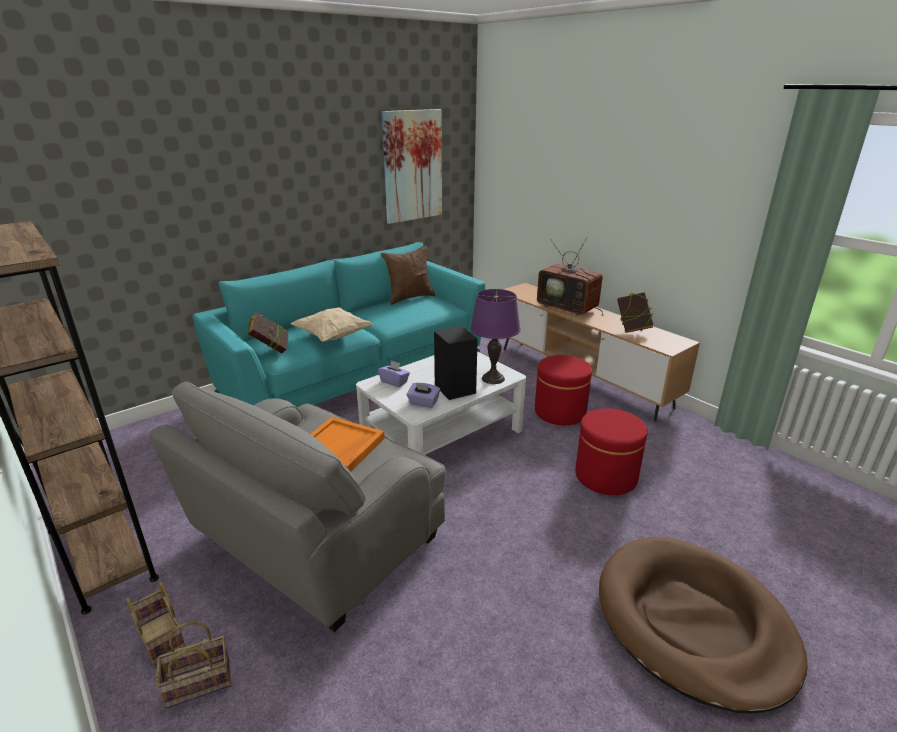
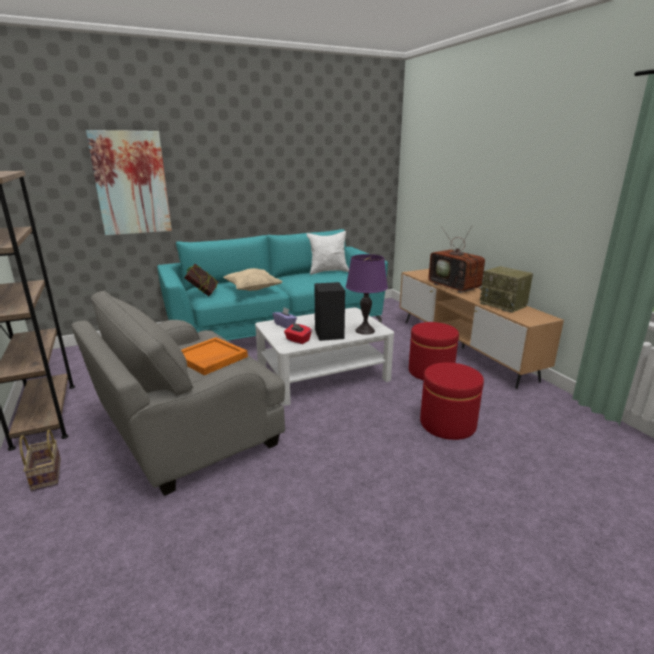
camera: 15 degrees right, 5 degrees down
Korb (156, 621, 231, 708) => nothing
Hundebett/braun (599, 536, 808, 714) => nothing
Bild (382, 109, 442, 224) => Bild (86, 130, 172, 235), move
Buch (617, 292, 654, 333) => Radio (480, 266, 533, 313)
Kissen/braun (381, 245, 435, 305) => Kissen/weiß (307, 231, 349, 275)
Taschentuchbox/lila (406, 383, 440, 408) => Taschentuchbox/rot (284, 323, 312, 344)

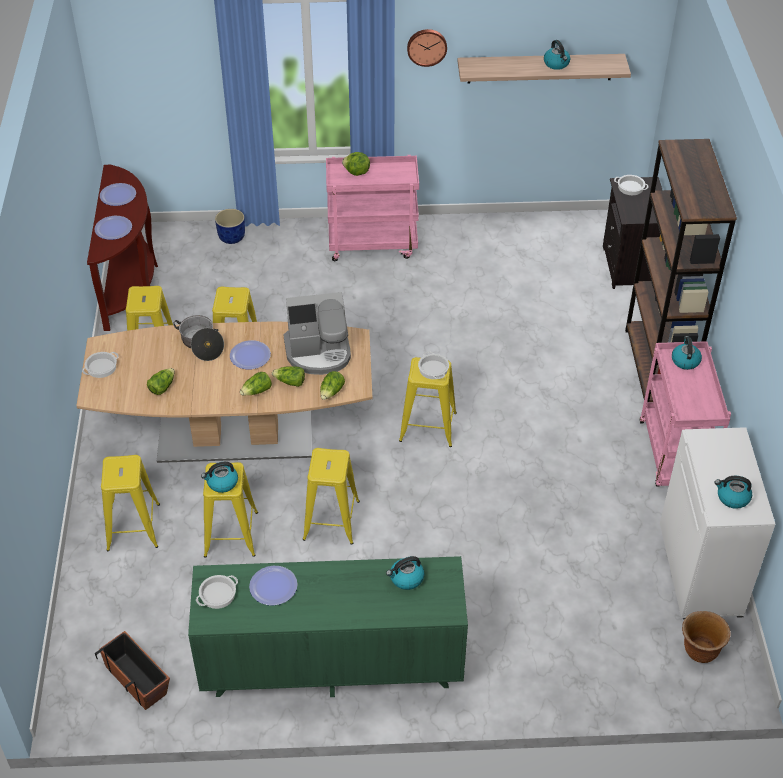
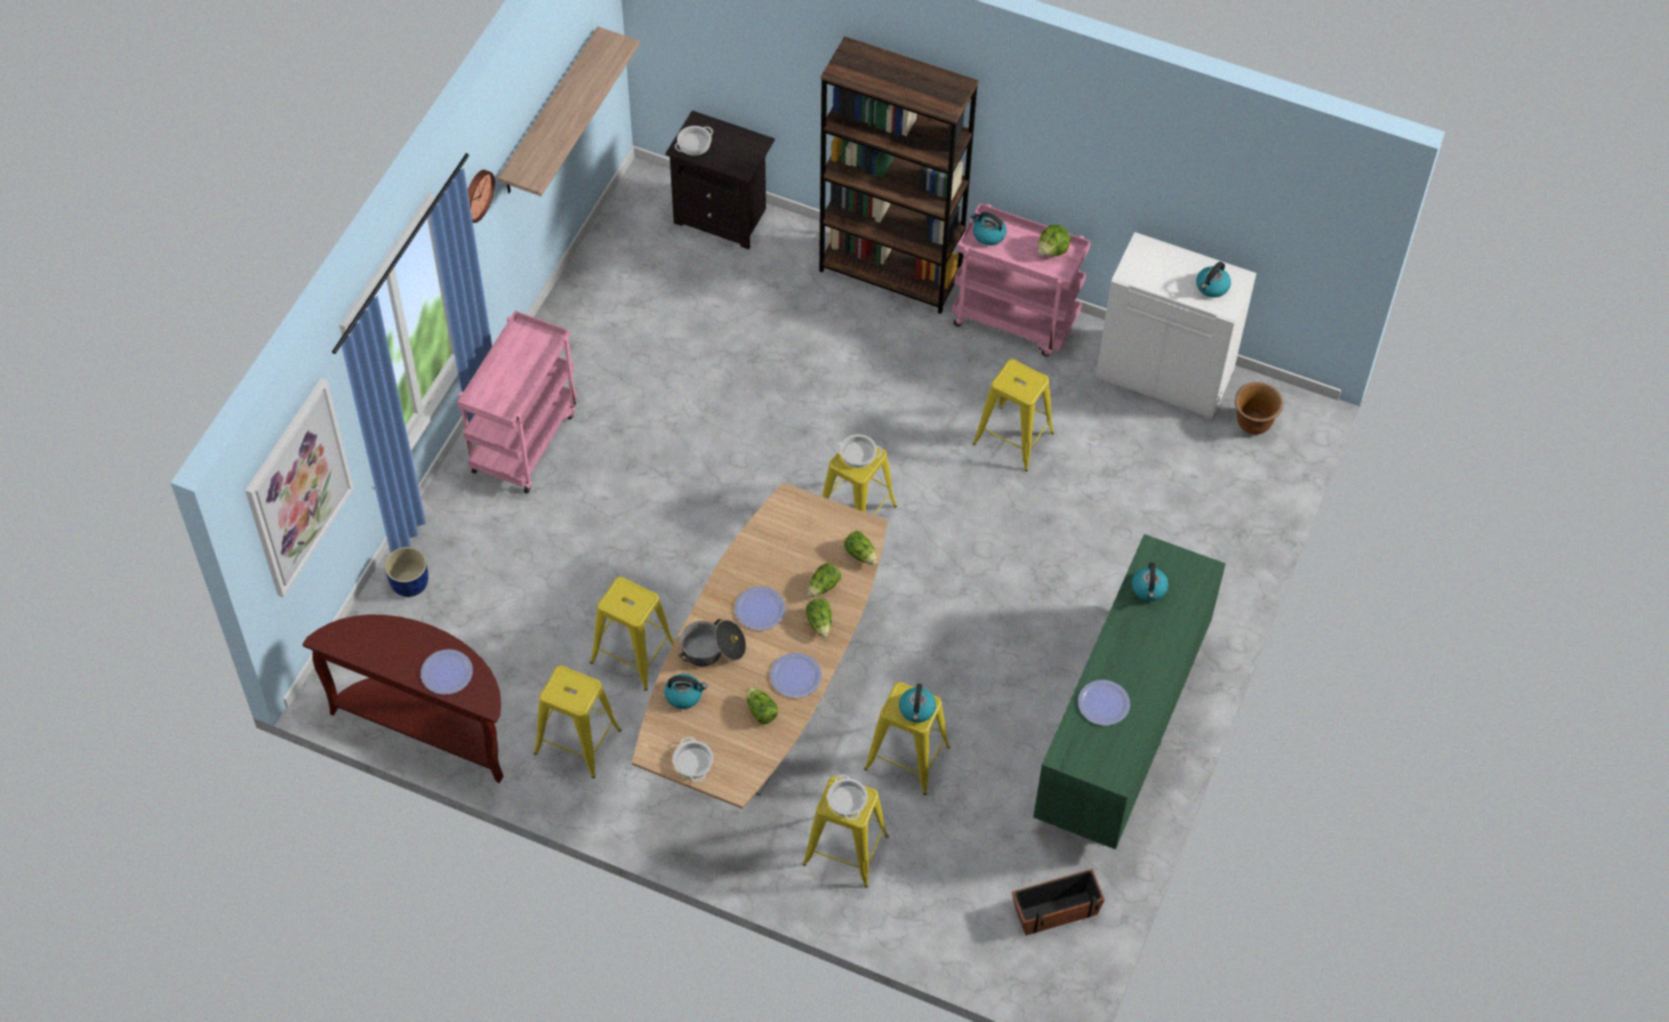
camera: 65 degrees left, 10 degrees up
Kaffeemaschine (284, 292, 351, 375) => nothing
nothing => Bild (245, 378, 354, 597)
Teller (100, 183, 136, 206) => Teller (770, 653, 822, 698), move
Kochtopf (196, 575, 238, 609) => Kochtopf (827, 774, 868, 820), move
Hocker/gelb (303, 448, 360, 545) => Hocker/gelb (973, 359, 1054, 471), move
Salatkopf (342, 152, 370, 176) => Salatkopf (1038, 225, 1071, 257), move
Wasserkessel (544, 40, 570, 70) => Wasserkessel (664, 674, 707, 709), move

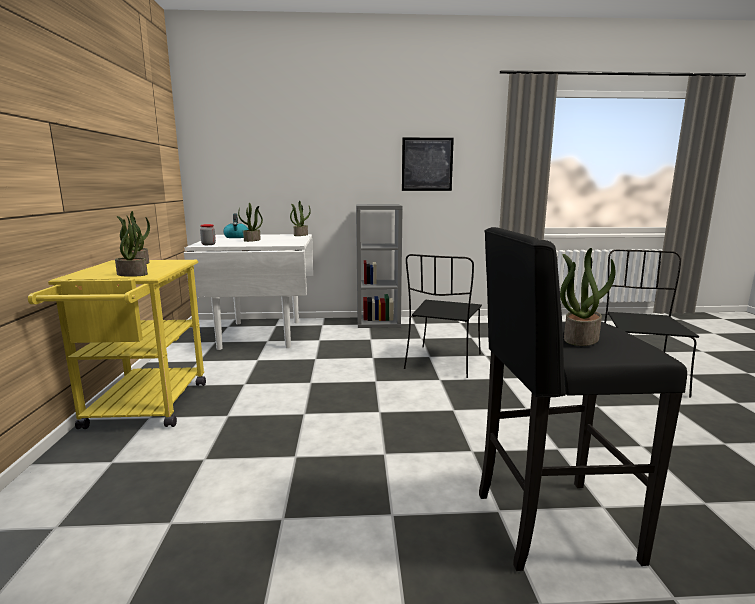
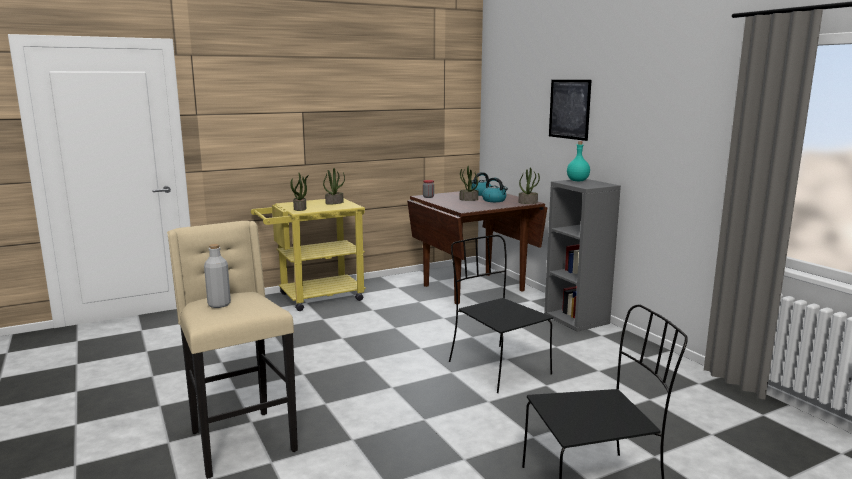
camera: 65 degrees right, 0 degrees up
nothing => Wasserkessel (482, 178, 508, 202)
nothing => Flasche/türkis (567, 141, 590, 181)
Bild (402, 138, 454, 191) => Bild (549, 80, 591, 141), move
Topfpflanze (560, 248, 615, 346) => Flasche/grau (204, 244, 231, 308)
Esstisch/weiß (184, 234, 313, 350) => Esstisch/braun (407, 191, 548, 304)
Hocker/schwarz (479, 227, 687, 571) => Hocker/beige (167, 221, 298, 479)
Stuhl/schwarz (404, 254, 482, 378) => Stuhl/schwarz (449, 235, 553, 393), 60 degrees clockwise

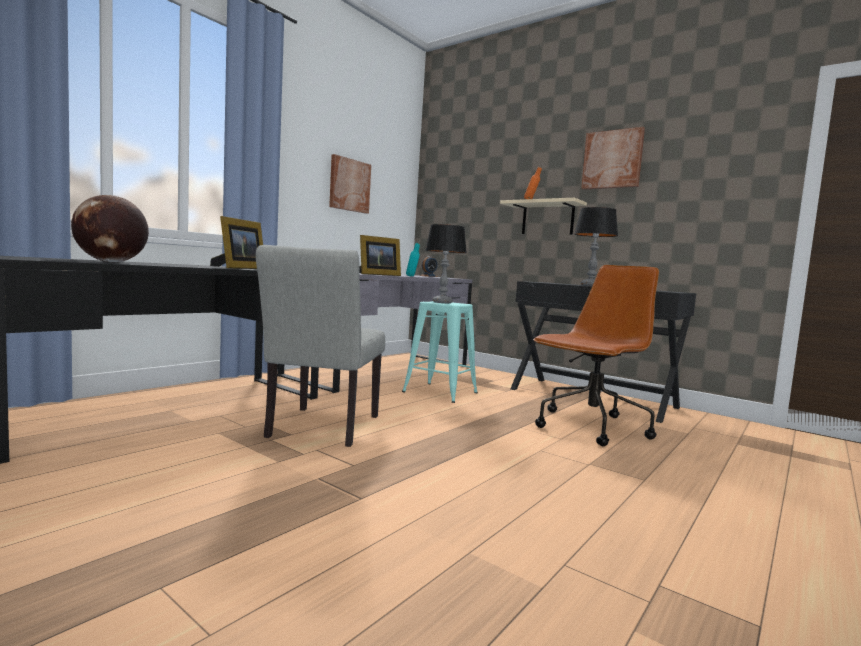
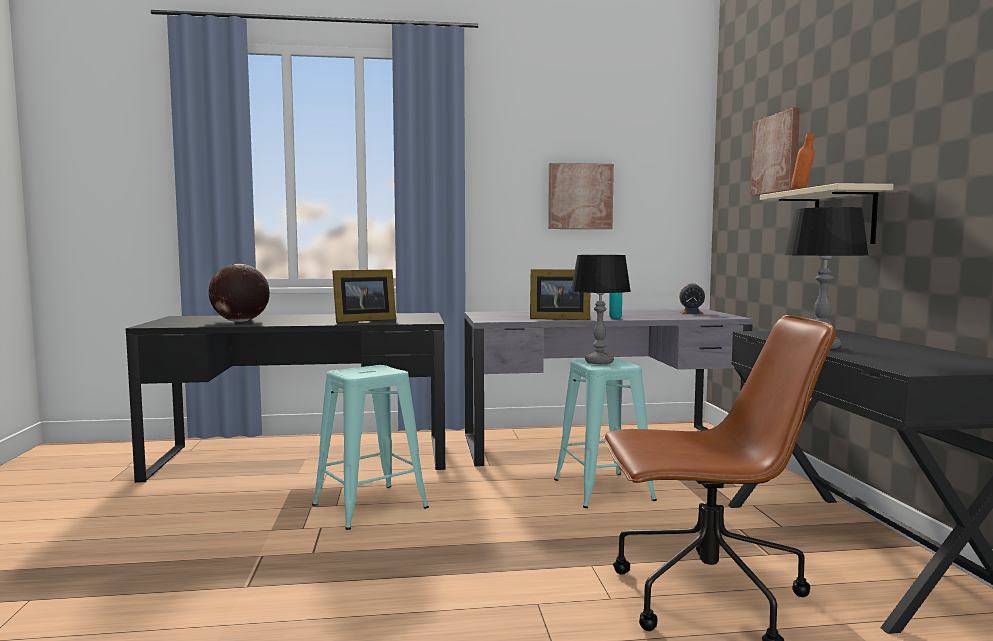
camera: 45 degrees right, 0 degrees up
Bild (581, 127, 645, 189) => Bild (750, 107, 800, 196), move
Stuhl/grau (256, 245, 385, 447) => Hocker/türkis (312, 365, 429, 530)

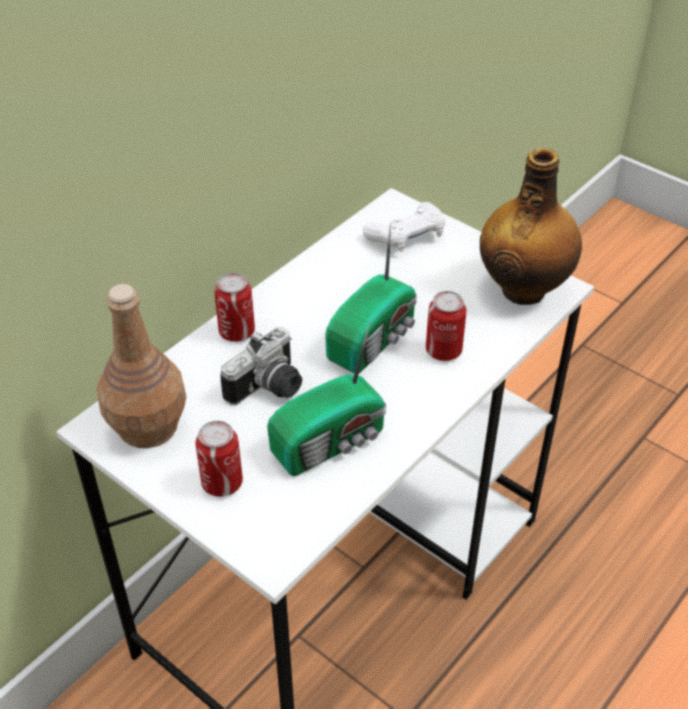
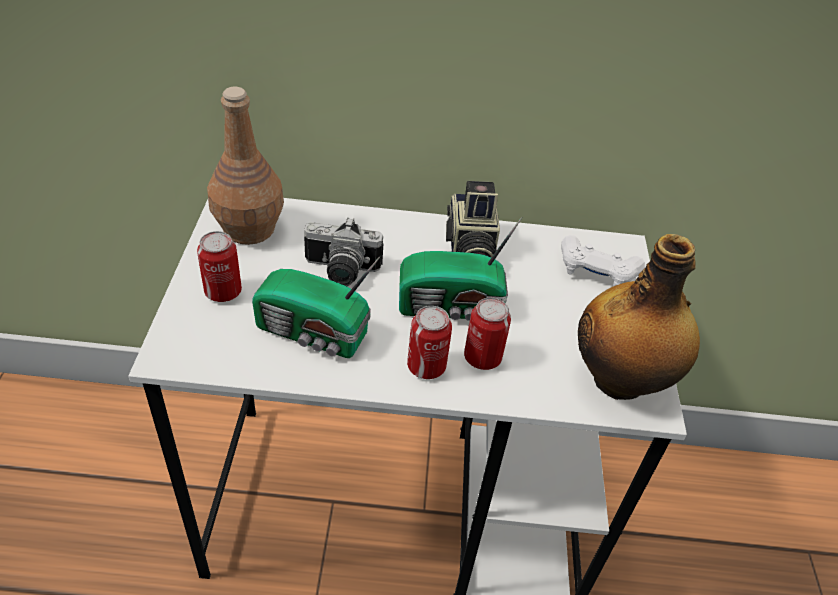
camera: 50 degrees right, 0 degrees up
nothing => Kamera (446, 181, 500, 258)
Dose (214, 273, 255, 342) => Dose (407, 306, 452, 379), move

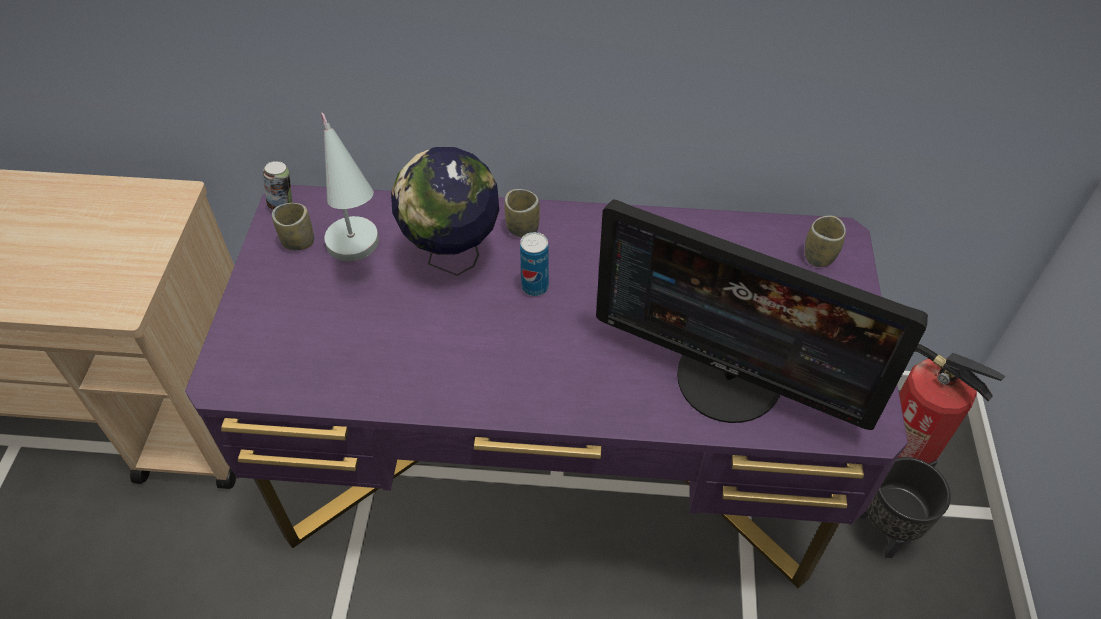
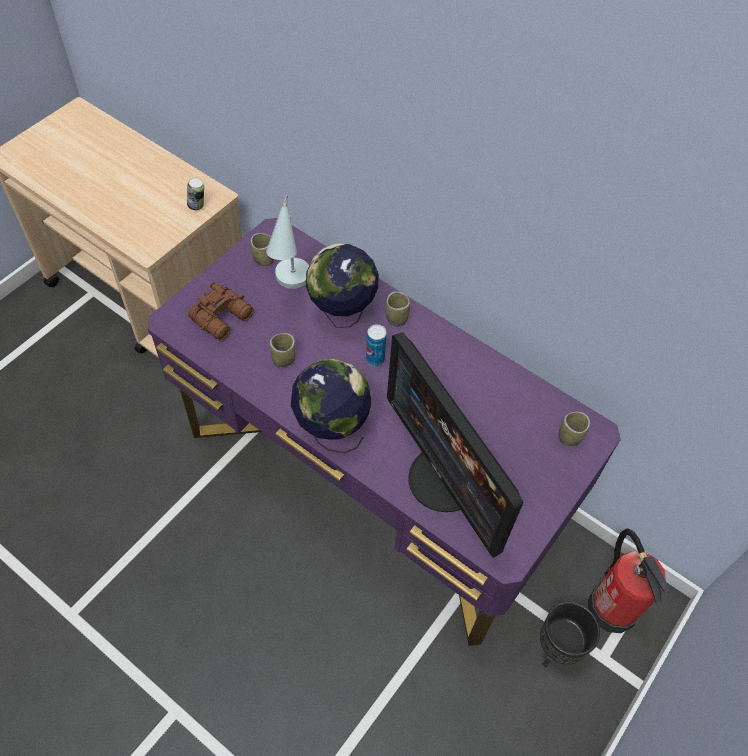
camera: 30 degrees right, 5 degrees up
nothing => Fernglas/braun (188, 282, 254, 341)
nothing => Tasse (269, 333, 296, 367)
nothing => Globus (291, 359, 371, 454)
Dose (263, 161, 292, 210) => Dose (187, 178, 204, 210), move

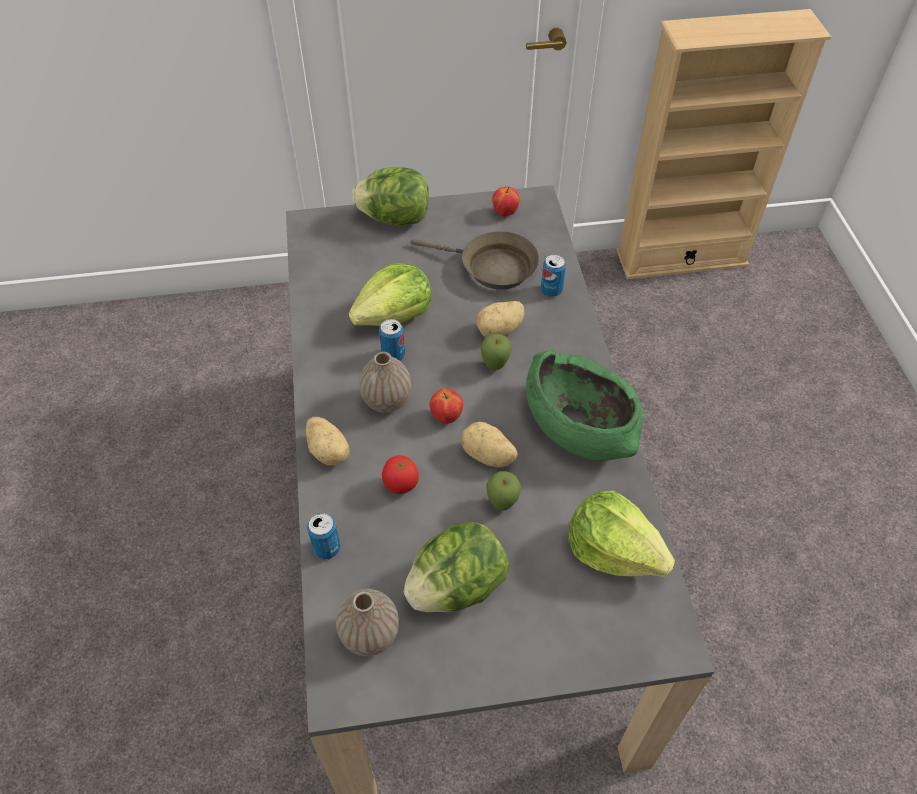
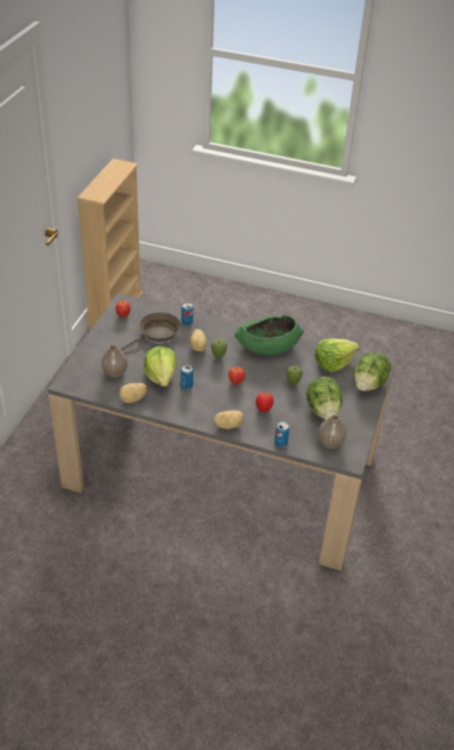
camera: 65 degrees left, 10 degrees down
Salatkopf (352, 167, 429, 226) => Salatkopf (354, 352, 391, 391), move
Vase (359, 352, 411, 413) => Vase (101, 345, 128, 378), move
Kartoffel (462, 422, 518, 468) => Kartoffel (119, 383, 147, 403), move

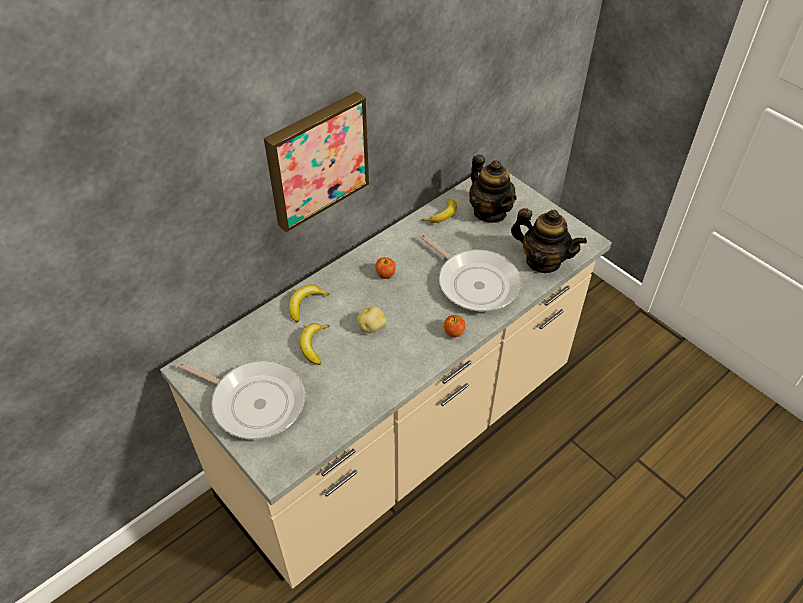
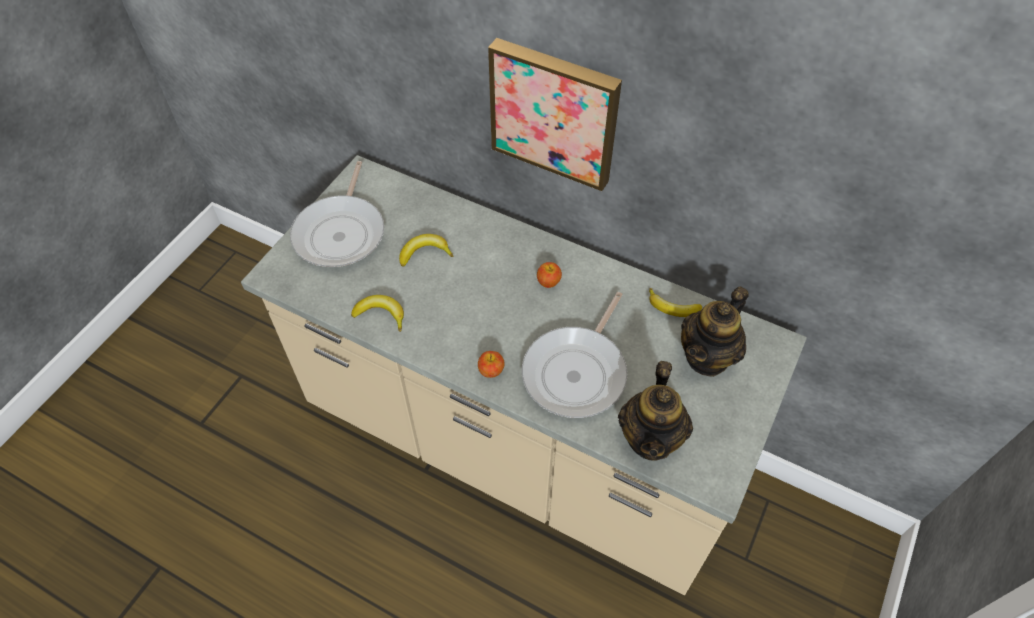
camera: 70 degrees right, 5 degrees up
Kartoffel (357, 306, 387, 333) => nothing
Banane (289, 284, 330, 322) => Banane (351, 295, 404, 332), move

